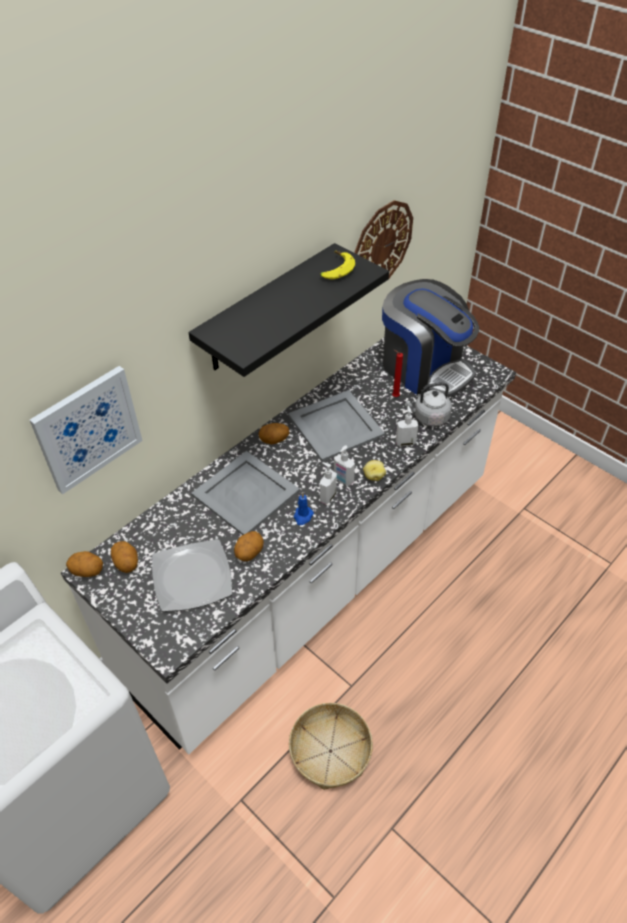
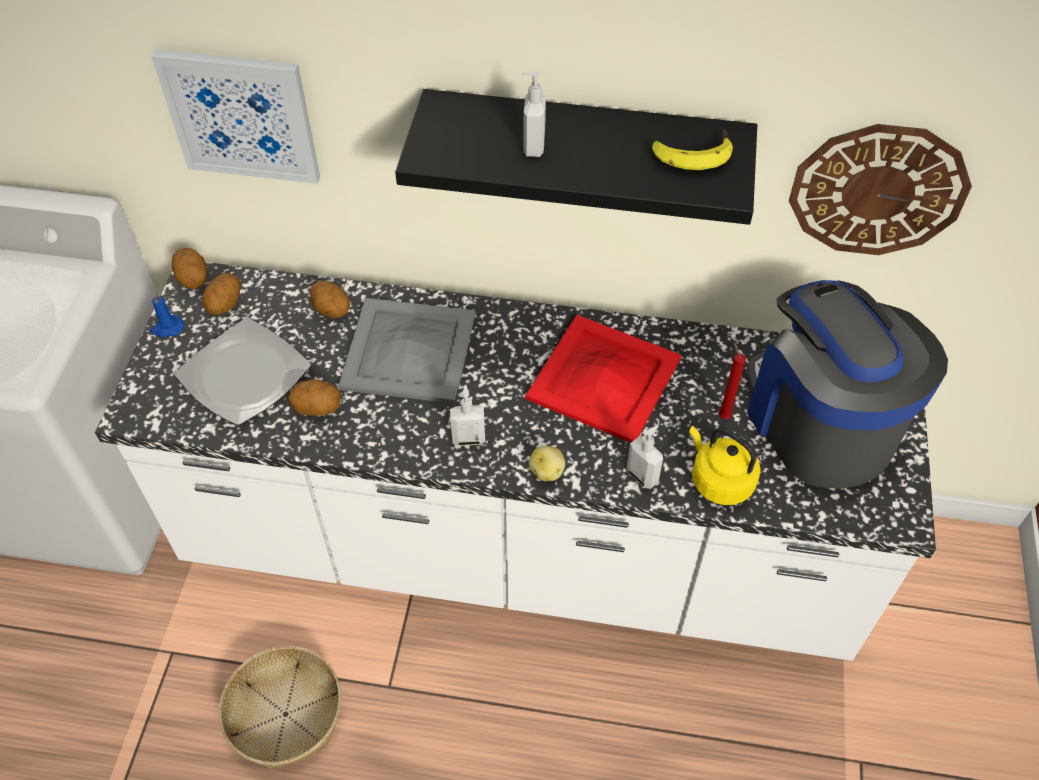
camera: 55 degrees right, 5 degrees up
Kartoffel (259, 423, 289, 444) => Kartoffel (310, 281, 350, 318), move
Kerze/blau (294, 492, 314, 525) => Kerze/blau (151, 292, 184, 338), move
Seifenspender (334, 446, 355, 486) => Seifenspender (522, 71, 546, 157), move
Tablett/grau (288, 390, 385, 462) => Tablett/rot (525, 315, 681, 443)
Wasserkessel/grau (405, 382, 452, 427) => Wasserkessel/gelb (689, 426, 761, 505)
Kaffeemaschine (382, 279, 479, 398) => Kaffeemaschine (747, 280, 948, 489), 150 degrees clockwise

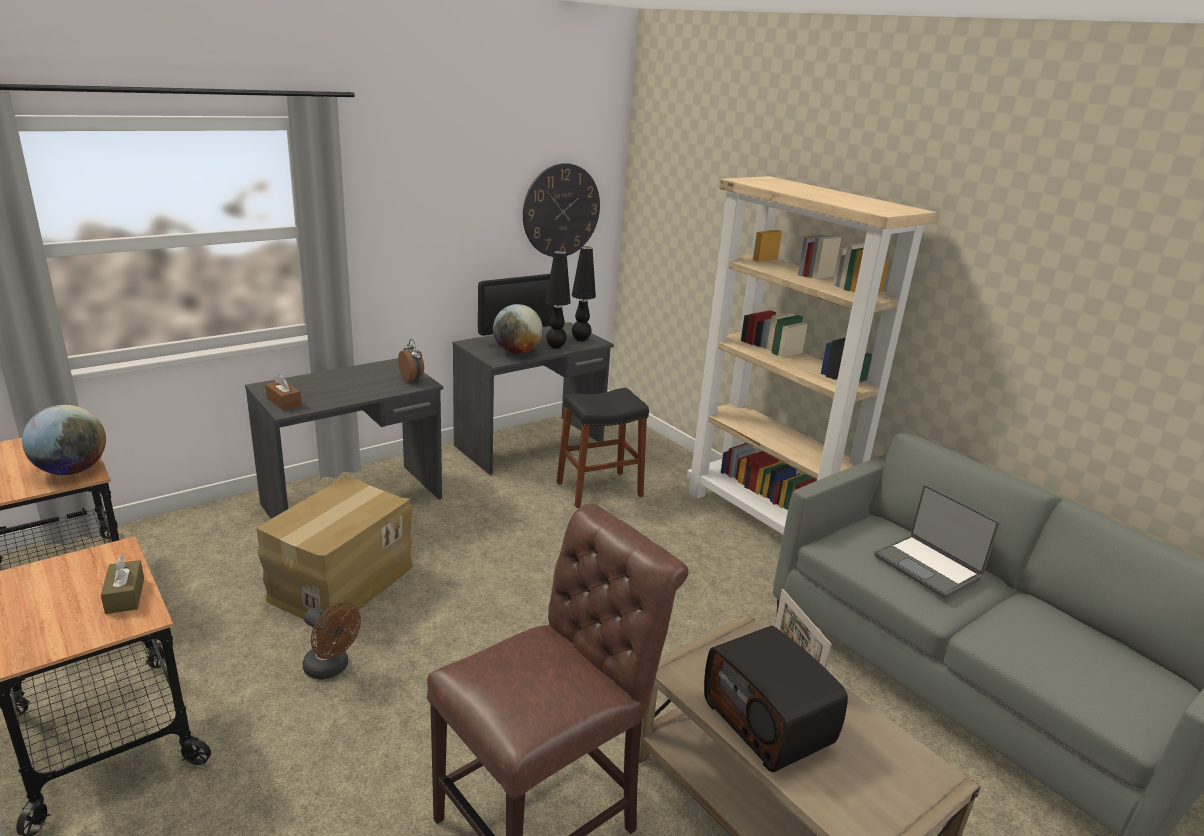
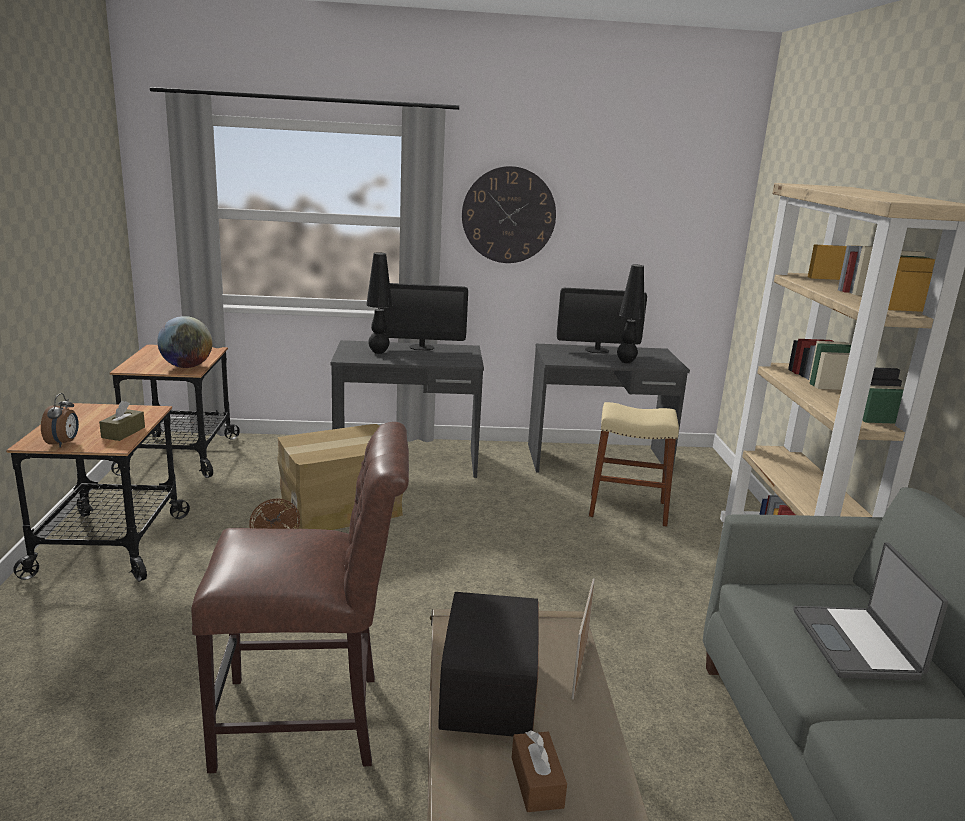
camera: 35 degrees right, 5 degrees down
Globus (493, 304, 543, 354) => nothing
nothing => Monitor (378, 283, 468, 351)
Taschentuchbox/braun (265, 374, 302, 411) => Taschentuchbox/braun (512, 730, 567, 812), move
Wecker (398, 339, 424, 382) => Wecker (41, 393, 79, 447), move
Wanduhr (523, 163, 600, 257) => Wanduhr (462, 166, 556, 263), move
Tischlampe/schwarz (572, 246, 596, 341) => Tischlampe/schwarz (366, 252, 392, 354), move
Hocker/schwarz (557, 388, 649, 508) => Hocker/beige (589, 402, 679, 527)

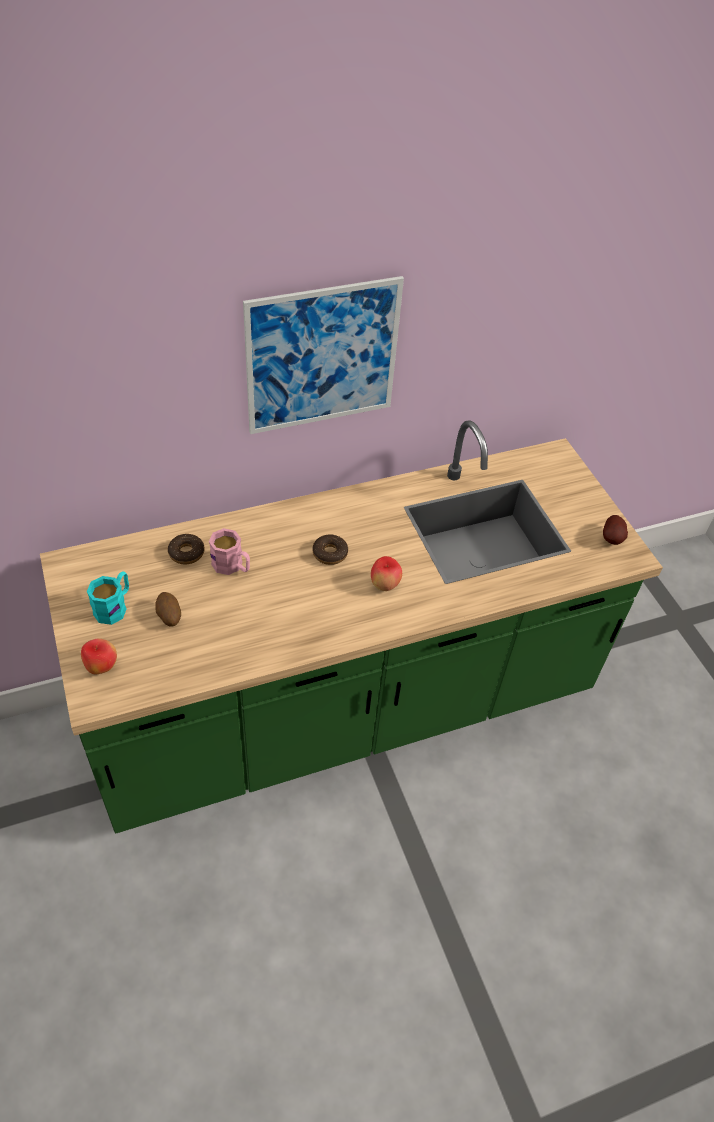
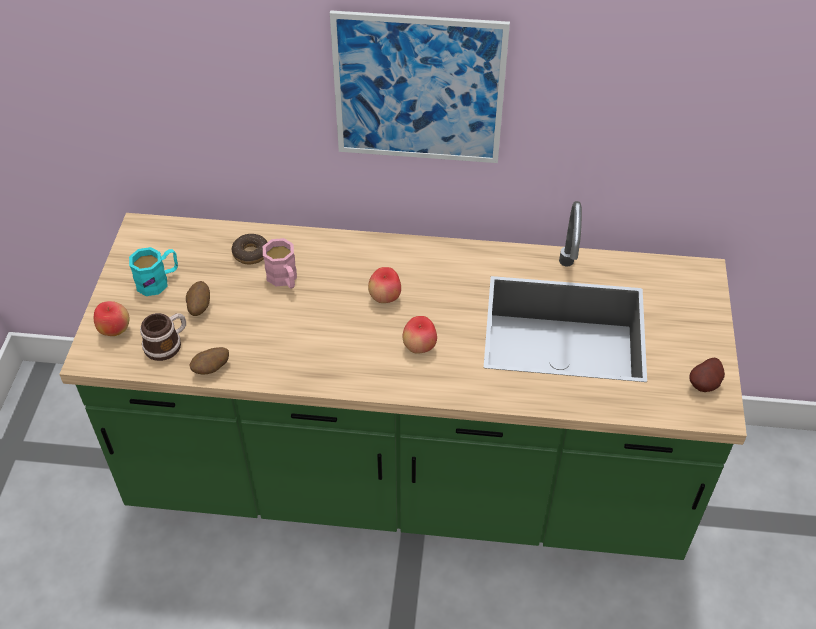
camera: 30 degrees right, 0 degrees up
nothing => Henkelbecher (140, 313, 186, 361)
nothing => Kartoffel (189, 347, 229, 375)
Donut (312, 535, 348, 565) => Apfel (368, 267, 401, 303)

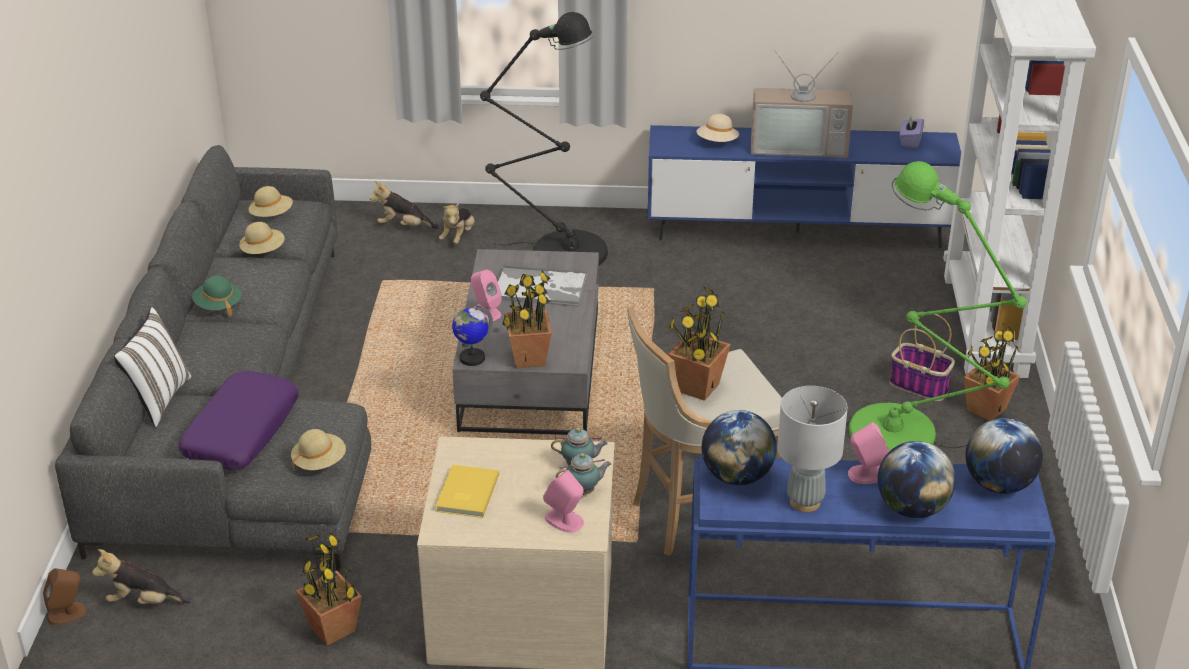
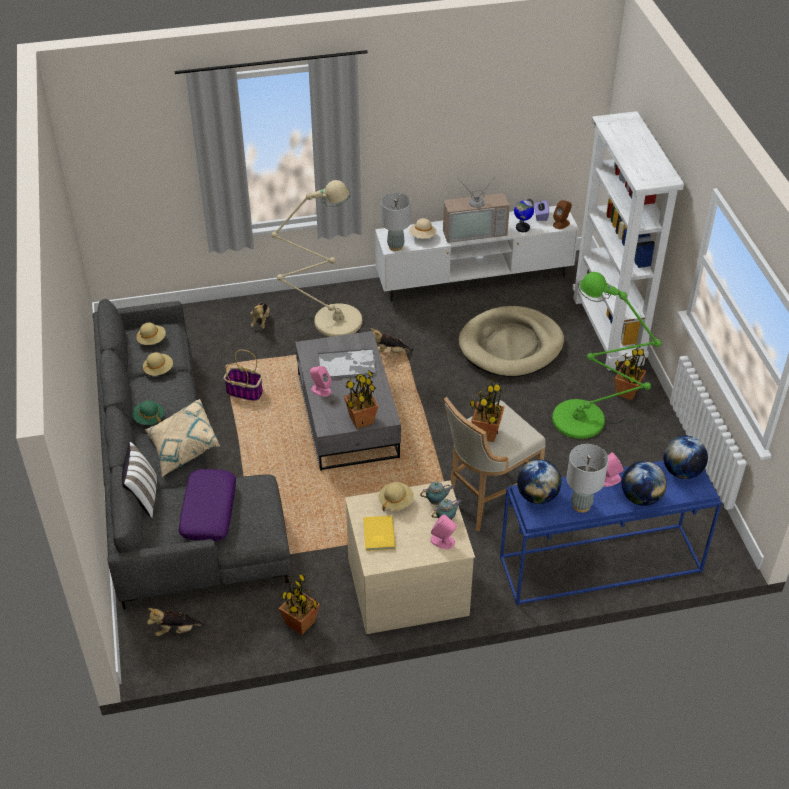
camera: 15 degrees left, 10 degrees up
nothing => Kissen/beige (145, 399, 220, 477)
nothing => Tischlampe/grau (381, 193, 411, 251)
nothing => Hundebett/beige (458, 306, 564, 377)
Lautsprecher/braun (43, 568, 87, 625) => Lautsprecher/braun (553, 200, 572, 229), move
Hut/beige (291, 429, 346, 471) => Hut/beige (379, 482, 414, 511), move
Plüschtier (370, 181, 439, 229) => Plüschtier (370, 328, 413, 354), move
Globus (452, 305, 493, 366) => Globus (514, 199, 534, 232), move
Korb (890, 314, 955, 401) => Korb (224, 350, 263, 401), move
Stehlampe/schwarz (480, 12, 608, 266) => Stehlampe/beige (272, 180, 363, 337)
Fernsehschrank/blau (648, 125, 961, 248) => Fernsehschrank/weiß (375, 206, 579, 302)

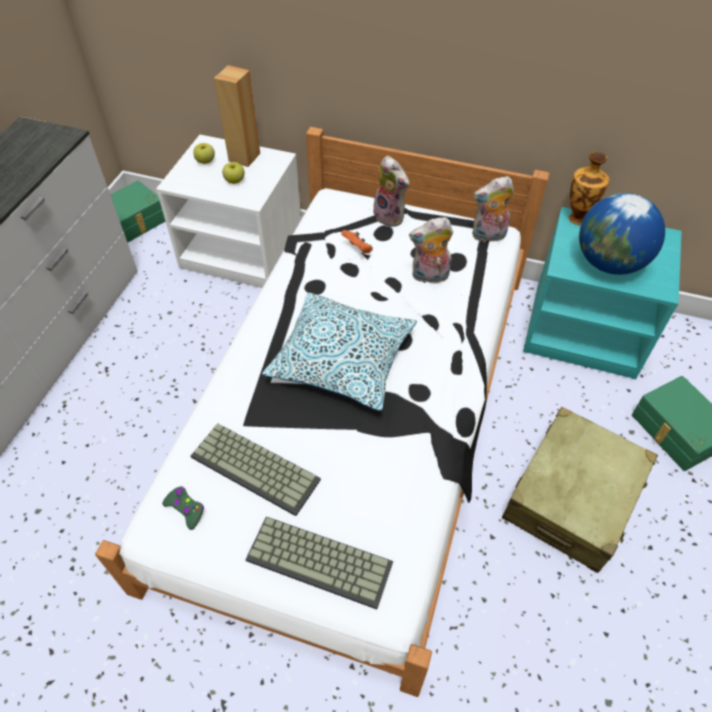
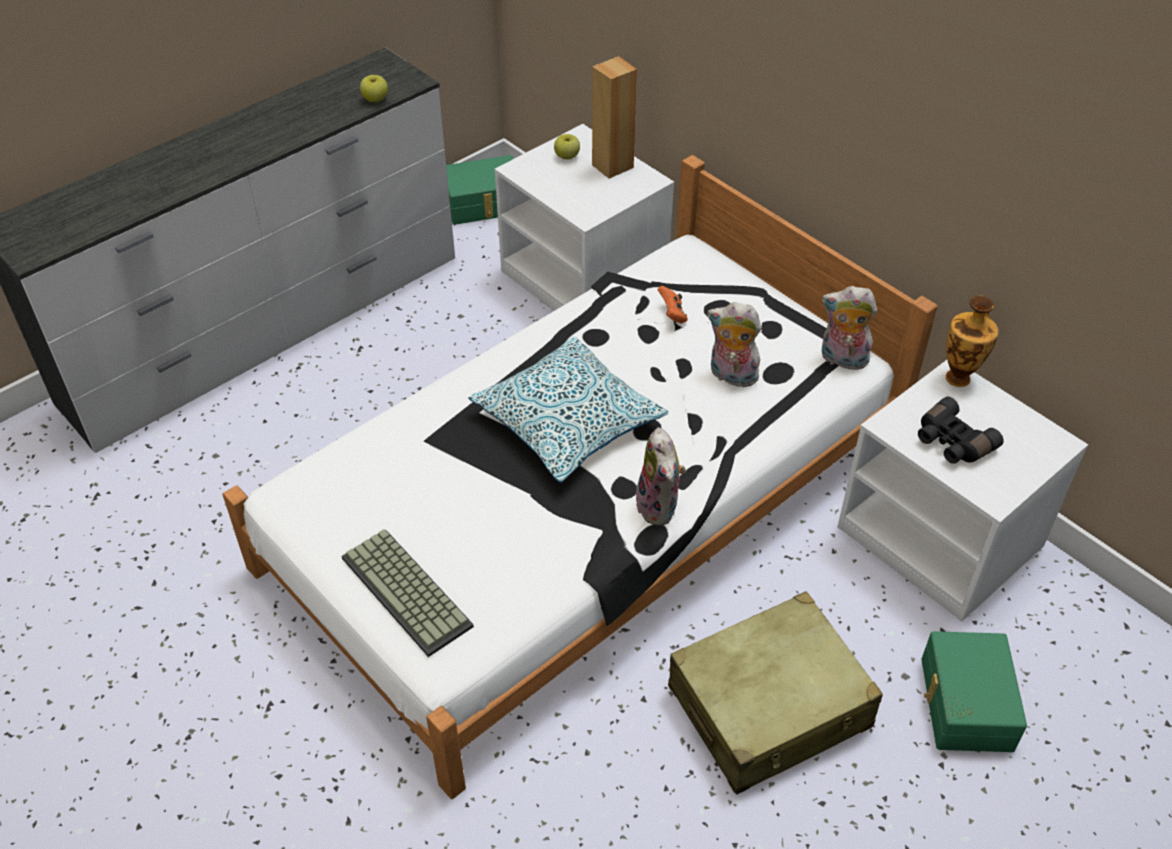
camera: 30 degrees right, 5 degrees down
Gamepad/grün (162, 486, 204, 530) => nothing
Tastatur (191, 423, 321, 516) => nothing
Apfel (222, 162, 245, 184) => Apfel (360, 75, 388, 102), move
Plüschtier (372, 156, 409, 227) => Plüschtier (636, 427, 686, 526), move
Globus (579, 193, 665, 275) => Fernglas/schwarz (918, 397, 1004, 464)
Nachttisch/türkis (523, 207, 682, 379) => Nachttisch/weiß (837, 360, 1088, 622)

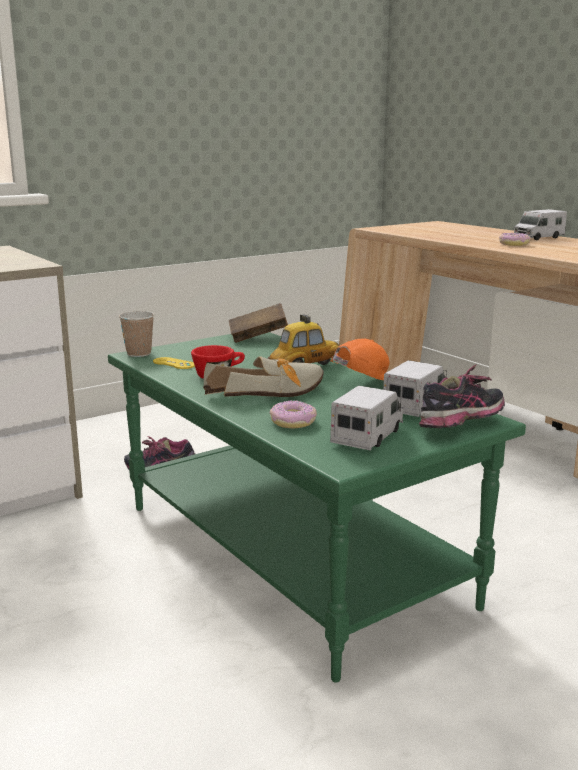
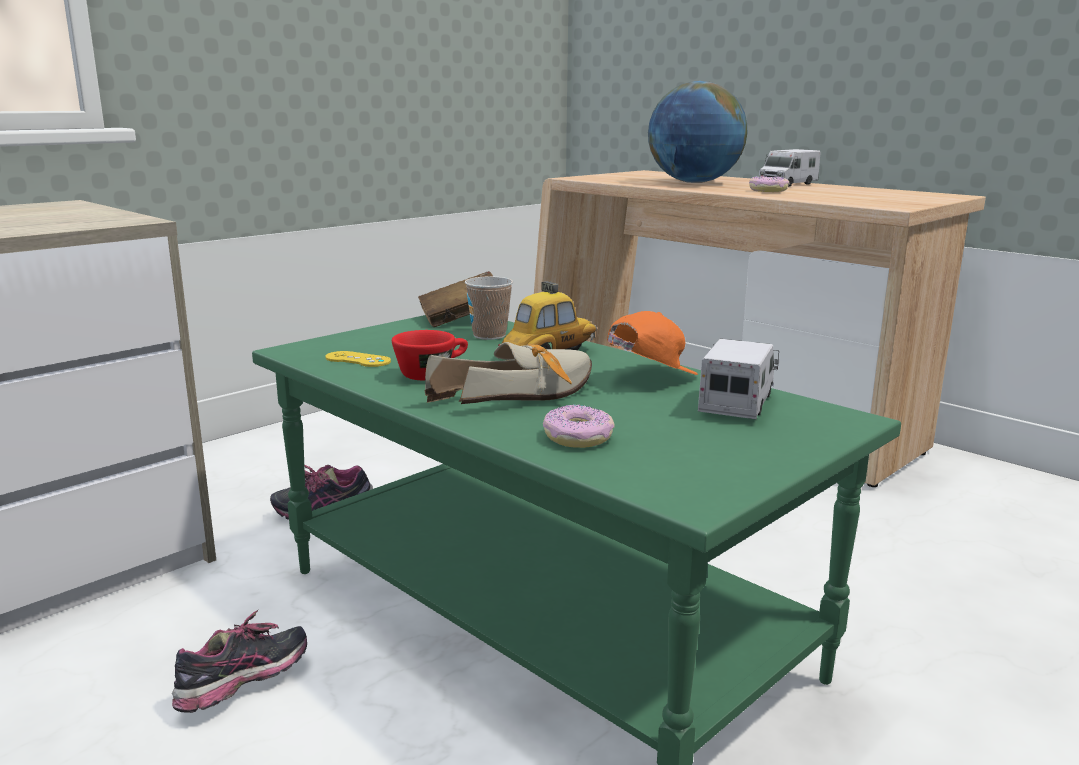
camera: 10 degrees left, 0 degrees up
Spielzeuglaster (330, 385, 403, 451) => nothing
nothing => Globus (648, 81, 747, 183)
Tasse (119, 311, 154, 357) => Tasse (465, 276, 513, 340), move
Schuh (419, 364, 505, 428) => Schuh (172, 610, 307, 713), move

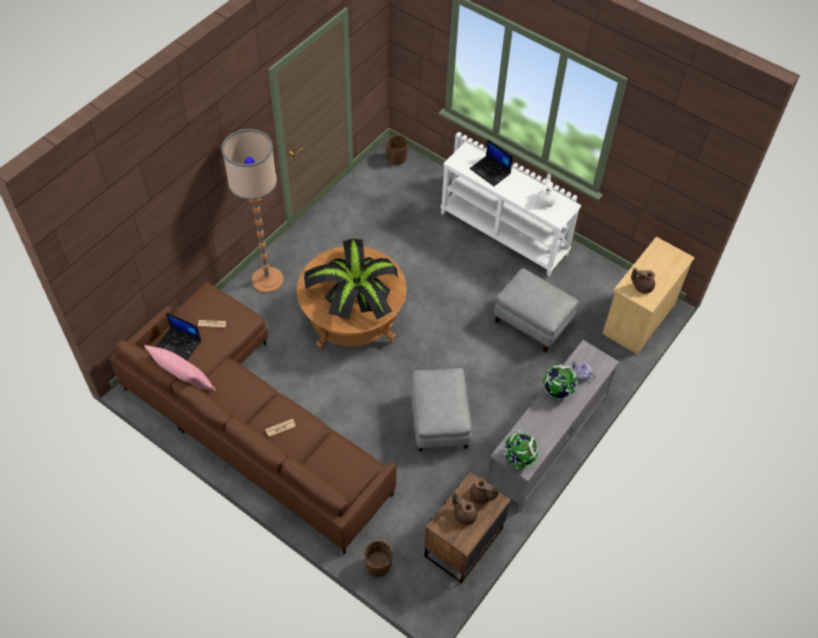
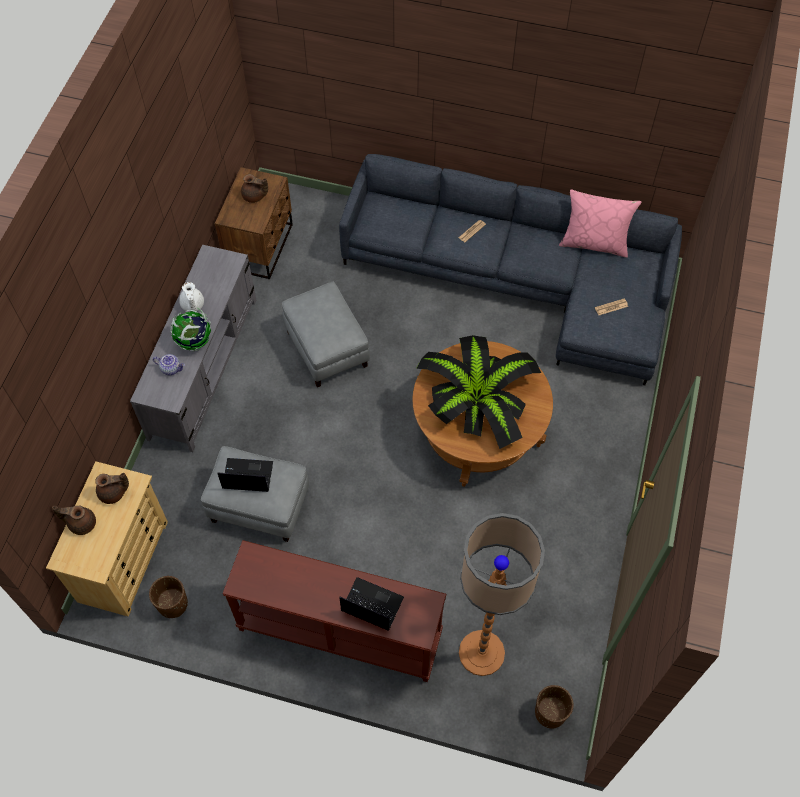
camera: 160 degrees right, 5 degrees up
Globus (503, 430, 539, 469) => nothing
Laptop (156, 312, 201, 361) => Laptop (217, 458, 273, 492), move
Stehlampe (221, 129, 284, 293) => Stehlampe (459, 513, 545, 676), move
Pflanzkübel/braun (364, 540, 393, 577) => Pflanzkübel/braun (149, 576, 188, 618), move
Teekanne/braun (469, 478, 499, 504) => Teekanne/braun (52, 505, 96, 535), move
Teekanne/weiß (537, 174, 556, 207) => Teekanne/weiß (179, 282, 204, 312), move
Sofa/braun (110, 282, 397, 554) => Sofa/grau (339, 154, 682, 385)
Konsolentisch/weiß (440, 142, 581, 277) => Konsolentisch/braun (222, 540, 446, 682)

